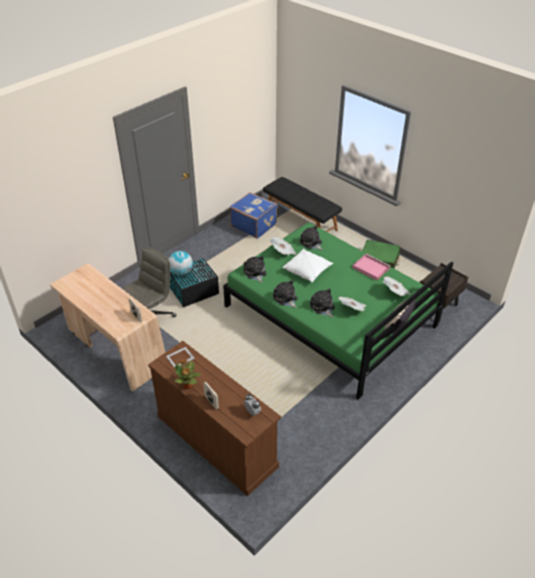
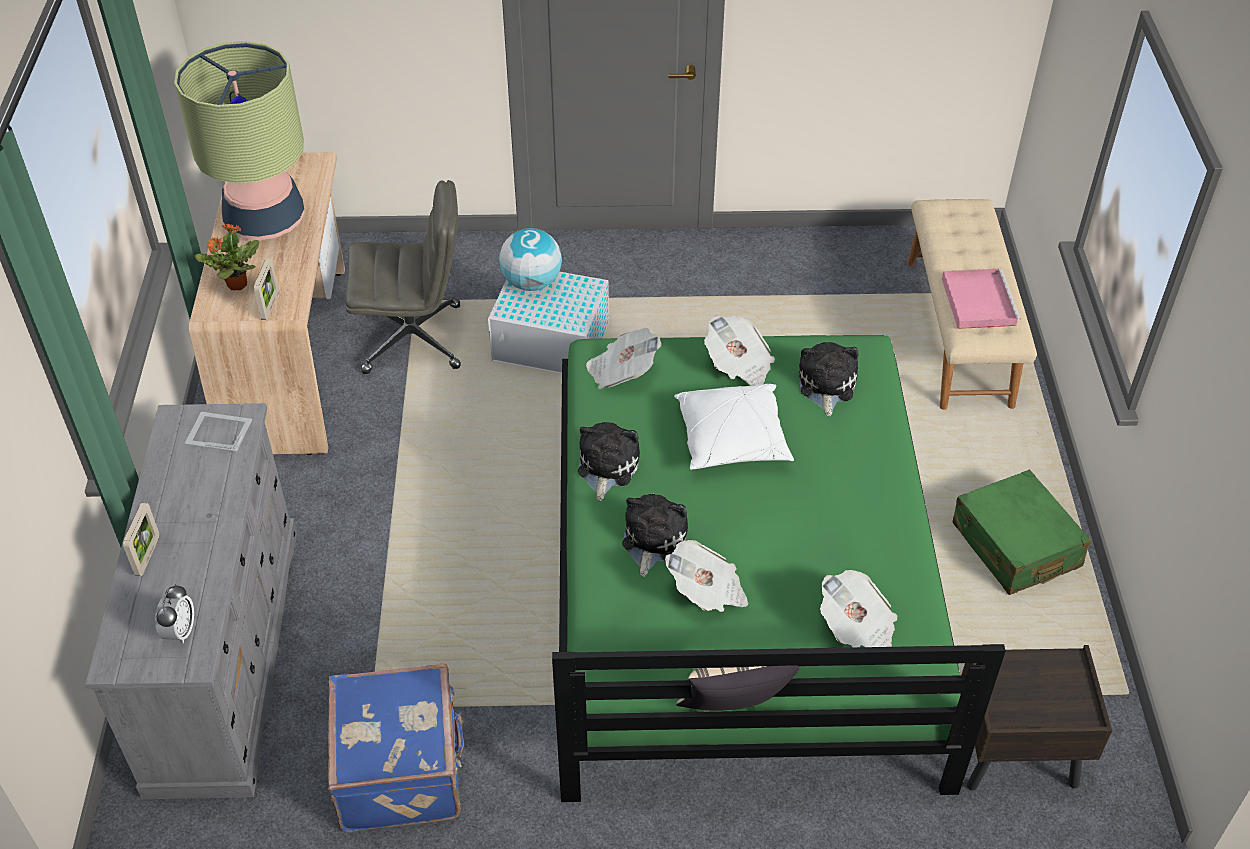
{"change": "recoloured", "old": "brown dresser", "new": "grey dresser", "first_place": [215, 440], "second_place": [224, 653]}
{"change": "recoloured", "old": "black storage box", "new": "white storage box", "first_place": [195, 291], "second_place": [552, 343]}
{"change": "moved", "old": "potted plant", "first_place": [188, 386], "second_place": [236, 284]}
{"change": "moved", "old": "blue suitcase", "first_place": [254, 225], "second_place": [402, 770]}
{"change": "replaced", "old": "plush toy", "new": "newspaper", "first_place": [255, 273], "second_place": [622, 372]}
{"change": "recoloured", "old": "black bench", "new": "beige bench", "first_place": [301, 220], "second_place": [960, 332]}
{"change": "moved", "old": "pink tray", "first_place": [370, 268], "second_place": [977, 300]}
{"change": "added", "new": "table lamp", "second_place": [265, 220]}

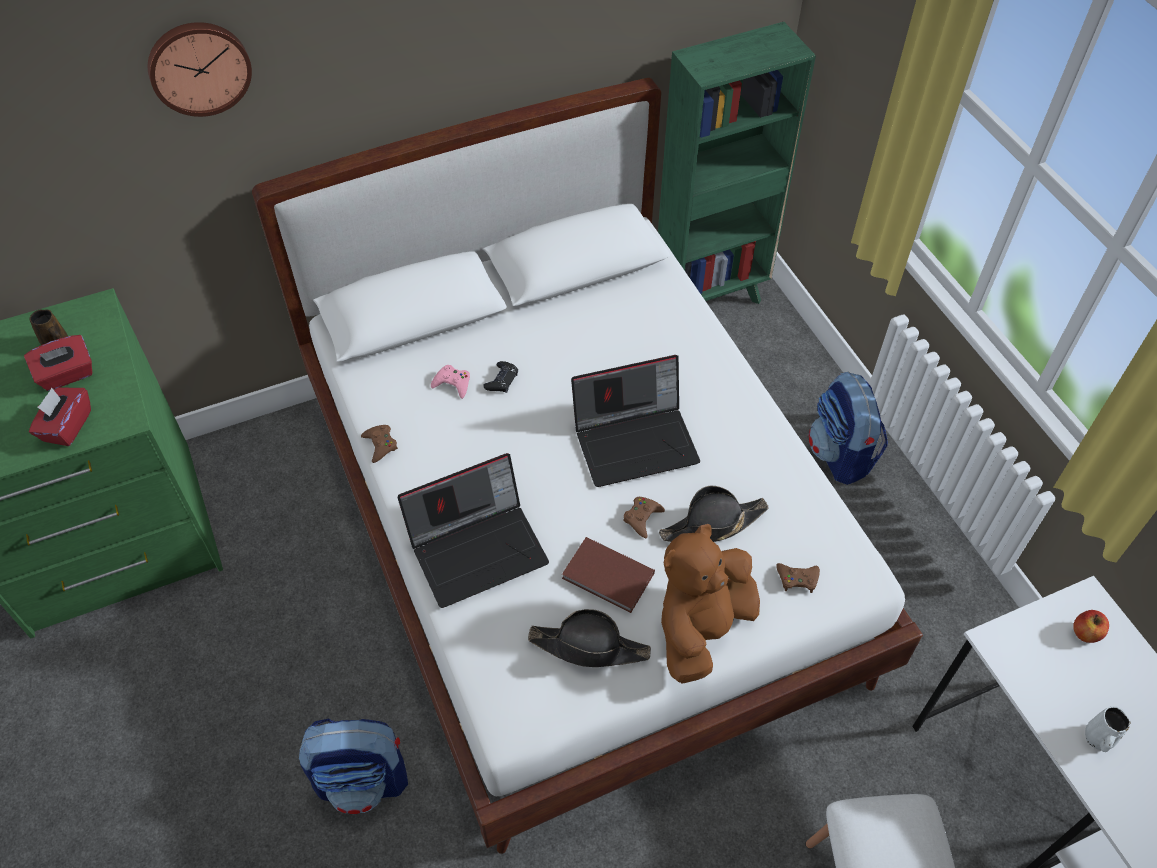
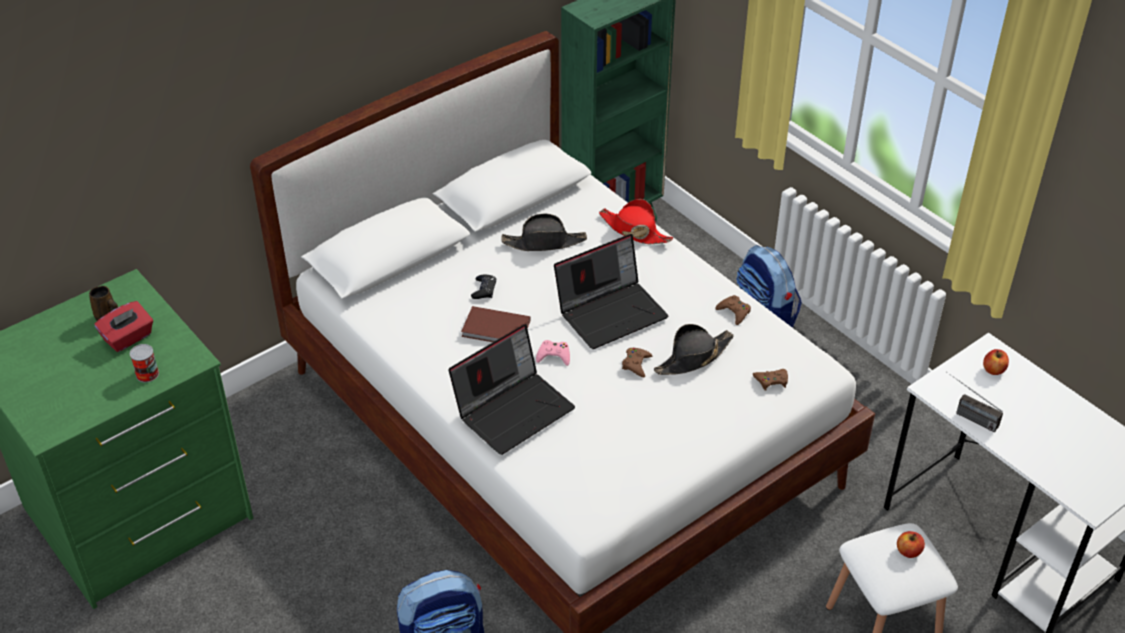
{"change": "replaced", "old": "red tissue box", "new": "can", "first_place": [67, 426], "second_place": [147, 374]}
{"change": "removed", "old": "wall clock", "first_place": [199, 67]}
{"change": "moved", "old": "brown game controller", "first_place": [380, 445], "second_place": [734, 312]}
{"change": "moved", "old": "pink game controller", "first_place": [453, 384], "second_place": [554, 355]}
{"change": "moved", "old": "black hat", "first_place": [589, 647], "second_place": [544, 242]}
{"change": "moved", "old": "brown book", "first_place": [608, 578], "second_place": [496, 329]}
{"change": "removed", "old": "brown plush toy", "first_place": [701, 628]}
{"change": "removed", "old": "white mug", "first_place": [1098, 739]}
{"change": "added", "new": "red hat", "second_place": [634, 230]}
{"change": "added", "new": "apple", "second_place": [908, 551]}
{"change": "added", "new": "radio", "second_place": [966, 415]}

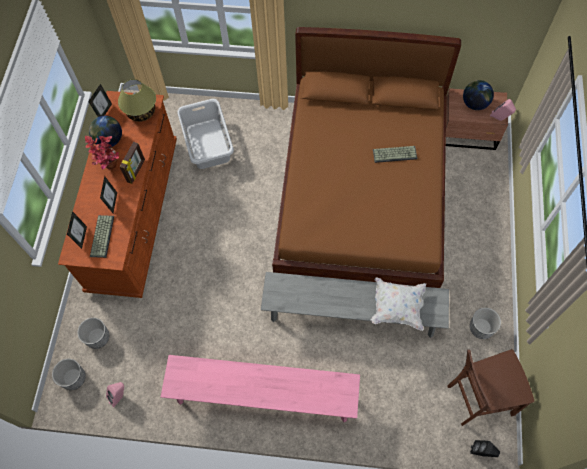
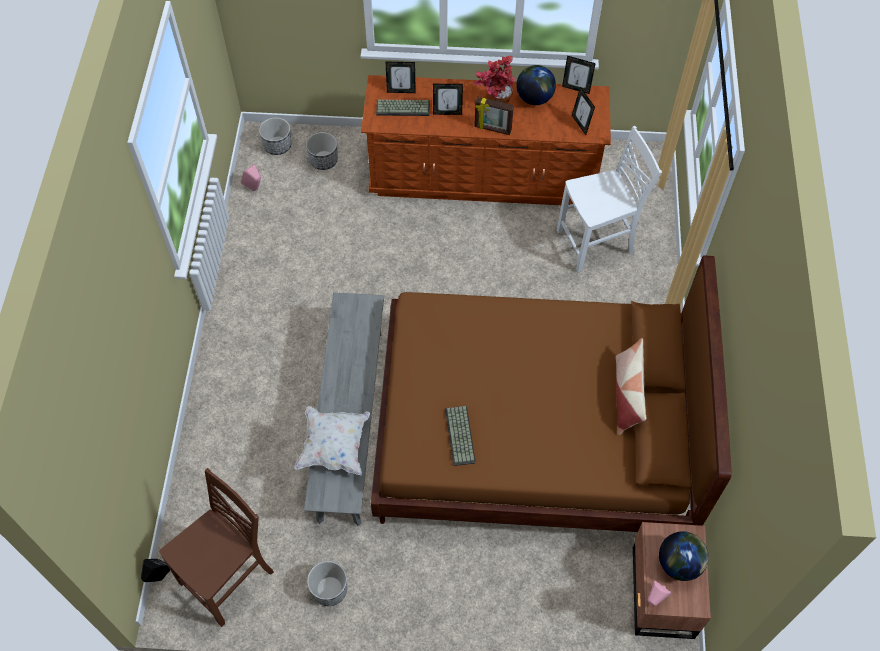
{"change": "replaced", "old": "table lamp", "new": "picture frame", "first_place": [141, 112], "second_place": [580, 124]}
{"change": "removed", "old": "pink bench", "first_place": [263, 396]}
{"change": "replaced", "old": "grey laundry basket", "new": "white chair", "first_place": [208, 143], "second_place": [597, 243]}
{"change": "moved", "old": "keyboard", "first_place": [395, 153], "second_place": [461, 436]}
{"change": "turned", "old": "brown chair", "first_place": [478, 398], "second_place": [230, 578], "degrees": 60}
{"change": "added", "new": "pillow", "second_place": [627, 395]}

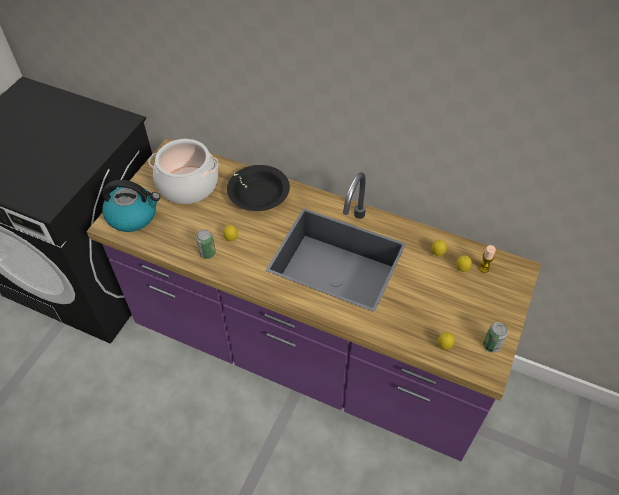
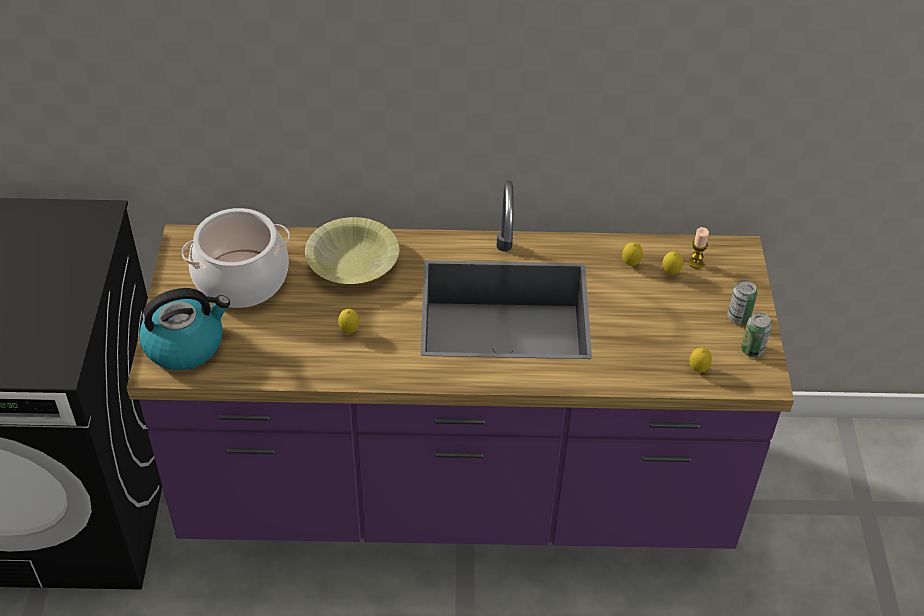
{"change": "moved", "old": "can", "first_place": [207, 253], "second_place": [738, 317]}
{"change": "recoloured", "old": "black bowl", "new": "yellow bowl", "first_place": [259, 195], "second_place": [352, 262]}

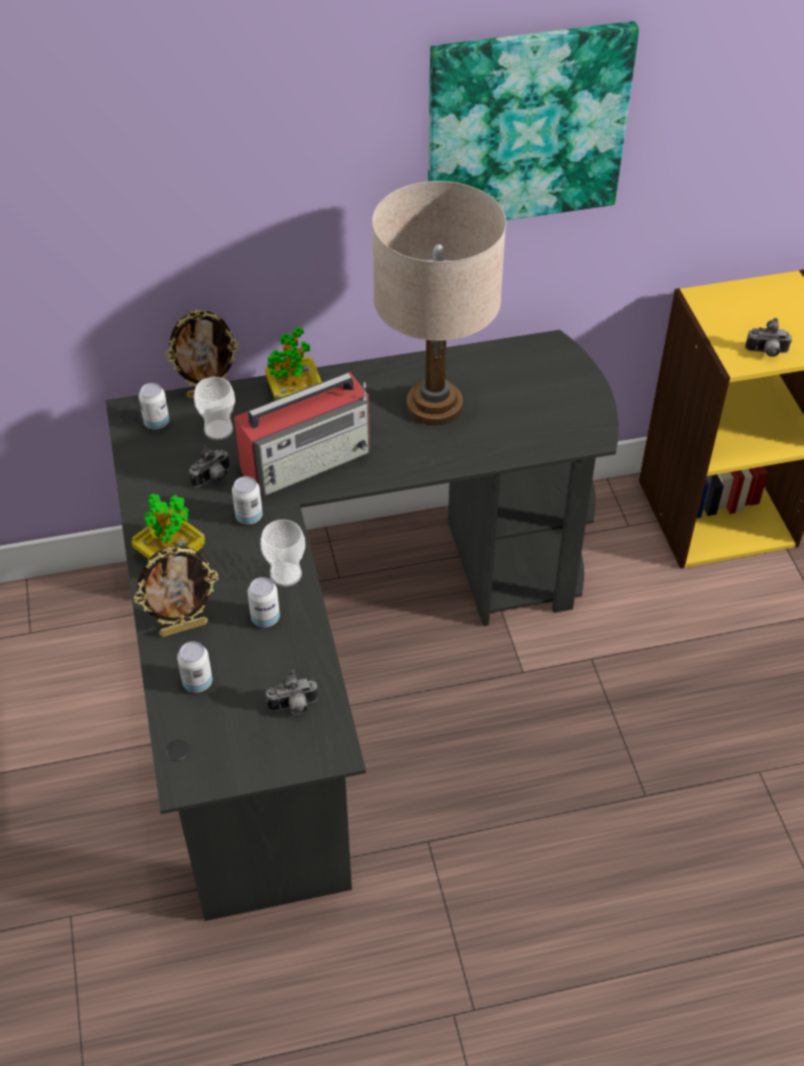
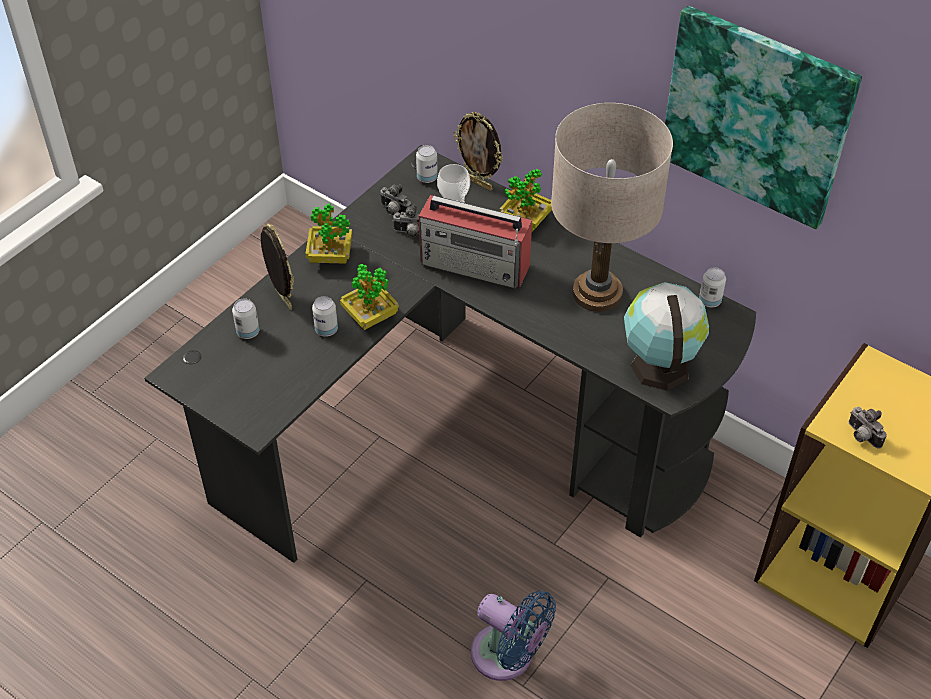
{"change": "turned", "old": "picture frame", "first_place": [183, 628], "second_place": [282, 299], "degrees": -150}
{"change": "moved", "old": "can", "first_place": [249, 516], "second_place": [709, 301]}
{"change": "replaced", "old": "cup", "new": "potted plant", "first_place": [285, 574], "second_place": [370, 316]}
{"change": "moved", "old": "photo camera", "first_place": [294, 707], "second_place": [394, 211]}
{"change": "added", "new": "blue fan", "second_place": [507, 657]}
{"change": "added", "new": "globe", "second_place": [659, 364]}

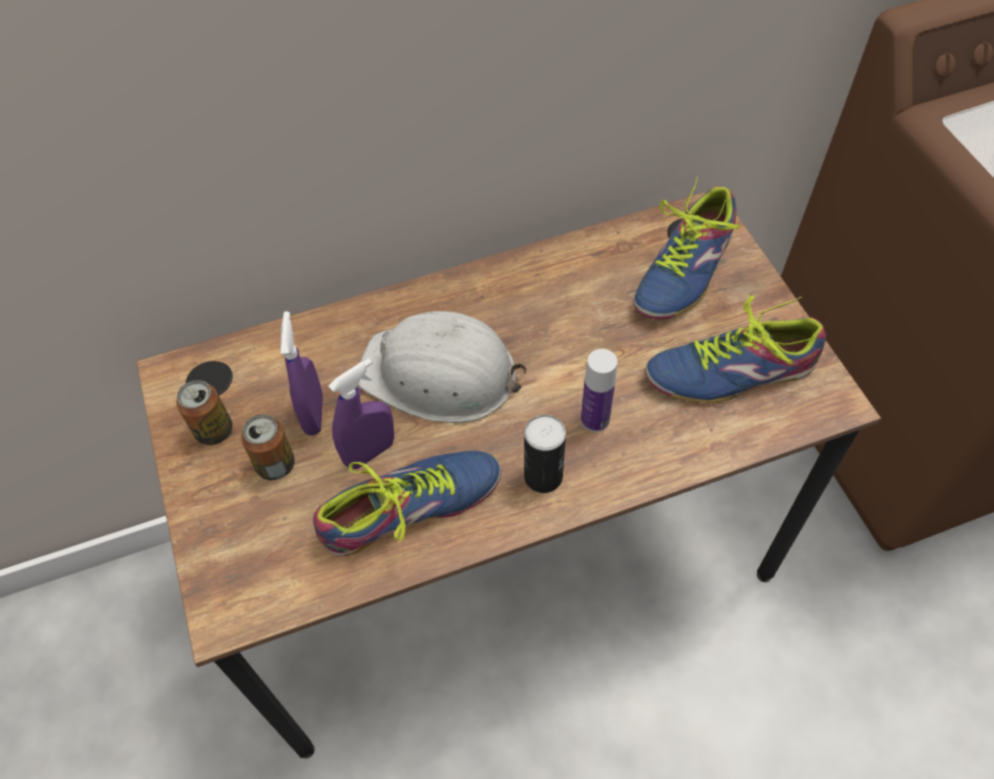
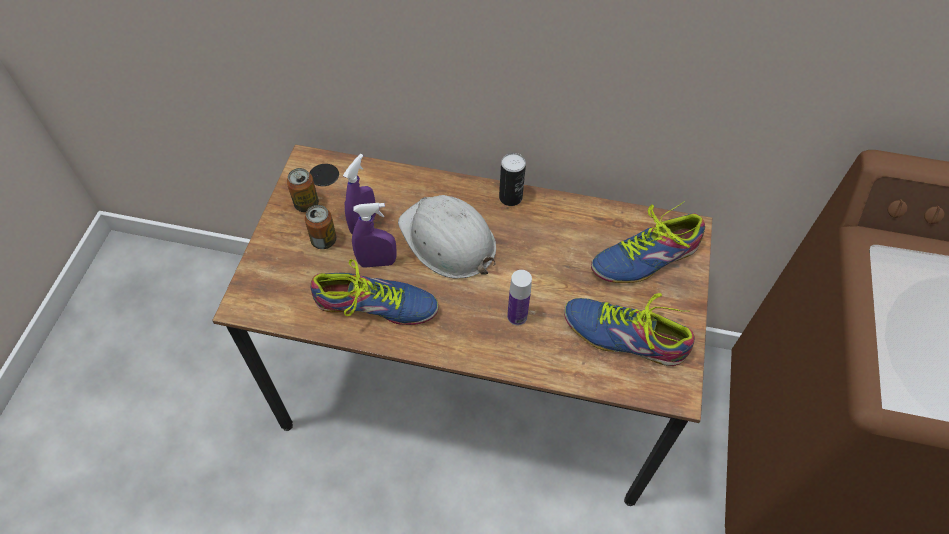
{"change": "moved", "old": "can", "first_place": [543, 476], "second_place": [510, 197]}

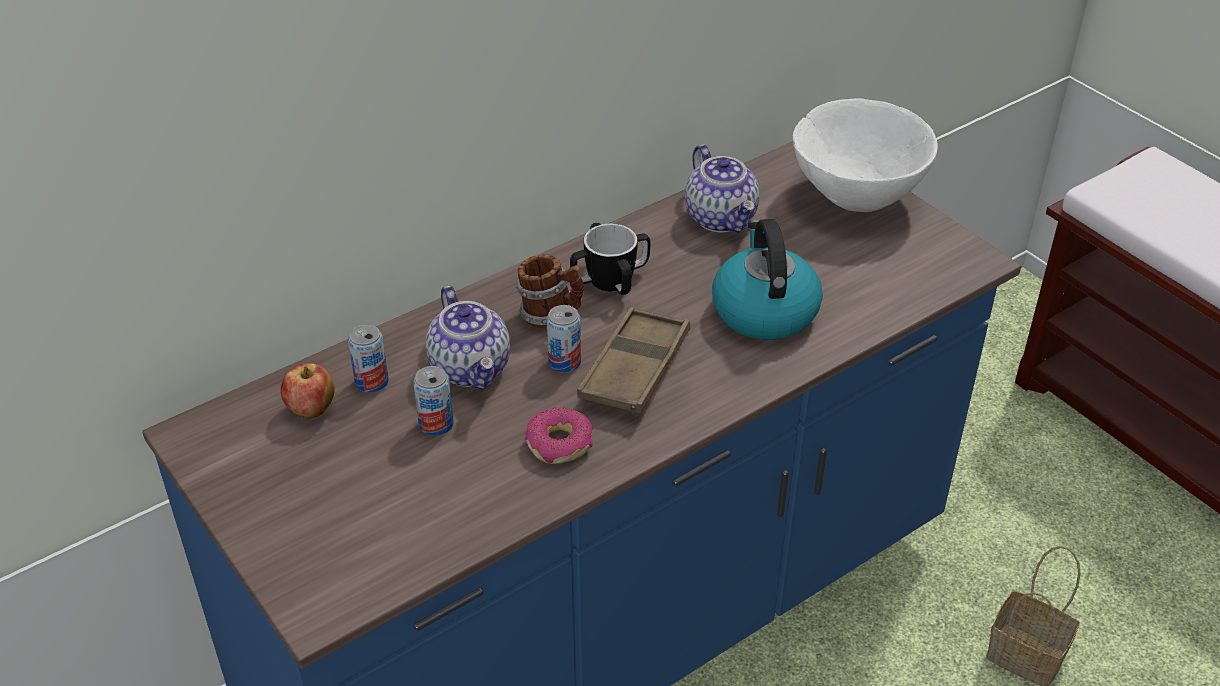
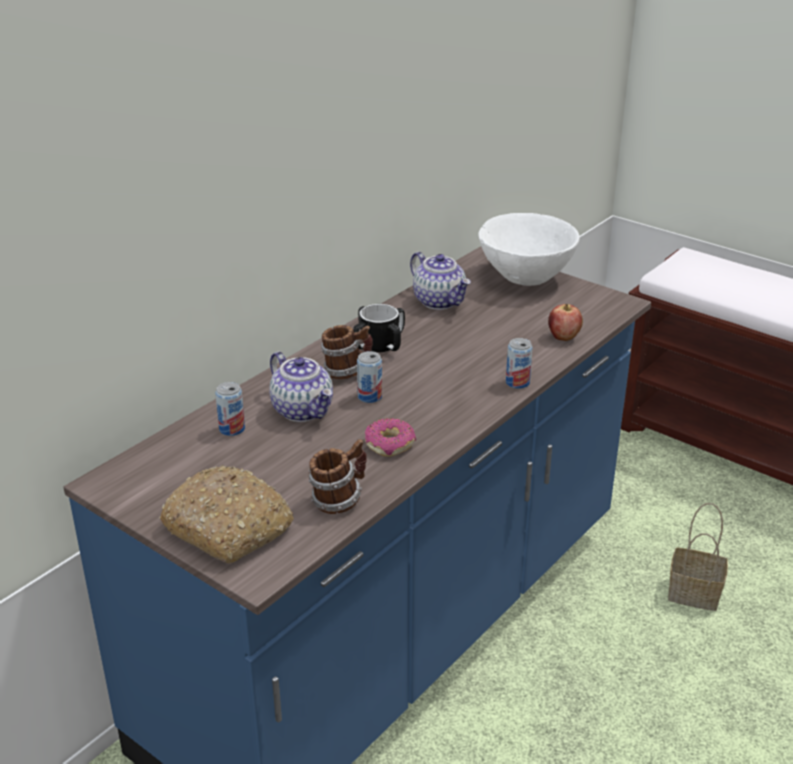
{"change": "moved", "old": "apple", "first_place": [311, 410], "second_place": [563, 337]}
{"change": "moved", "old": "can", "first_place": [436, 424], "second_place": [517, 383]}
{"change": "removed", "old": "brown tray", "first_place": [635, 368]}
{"change": "removed", "old": "kettle", "first_place": [763, 310]}
{"change": "added", "new": "bread", "second_place": [229, 527]}
{"change": "added", "new": "mug", "second_place": [338, 500]}

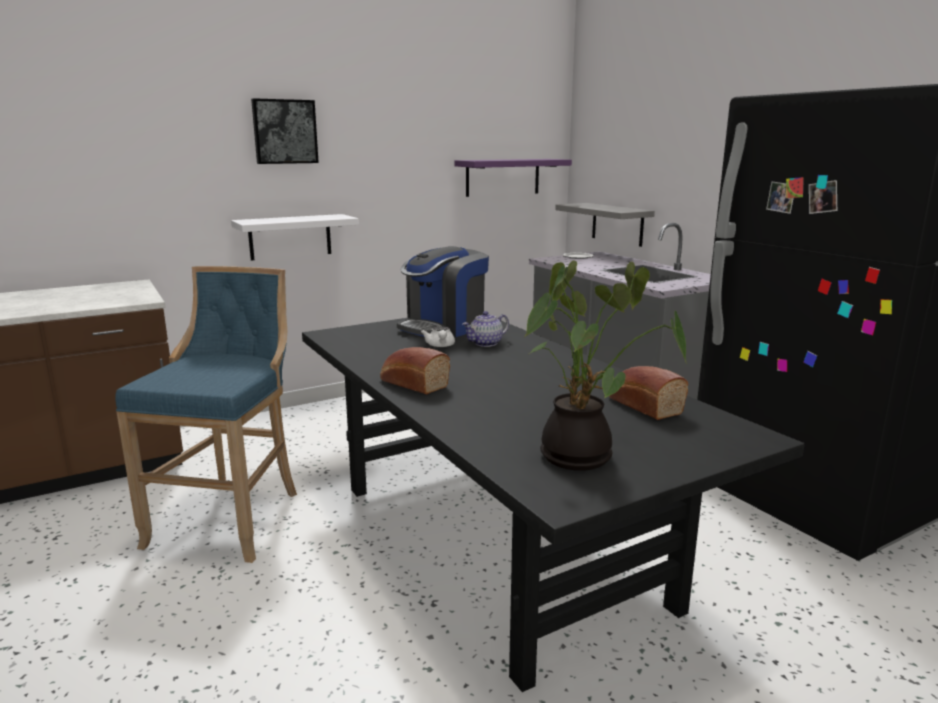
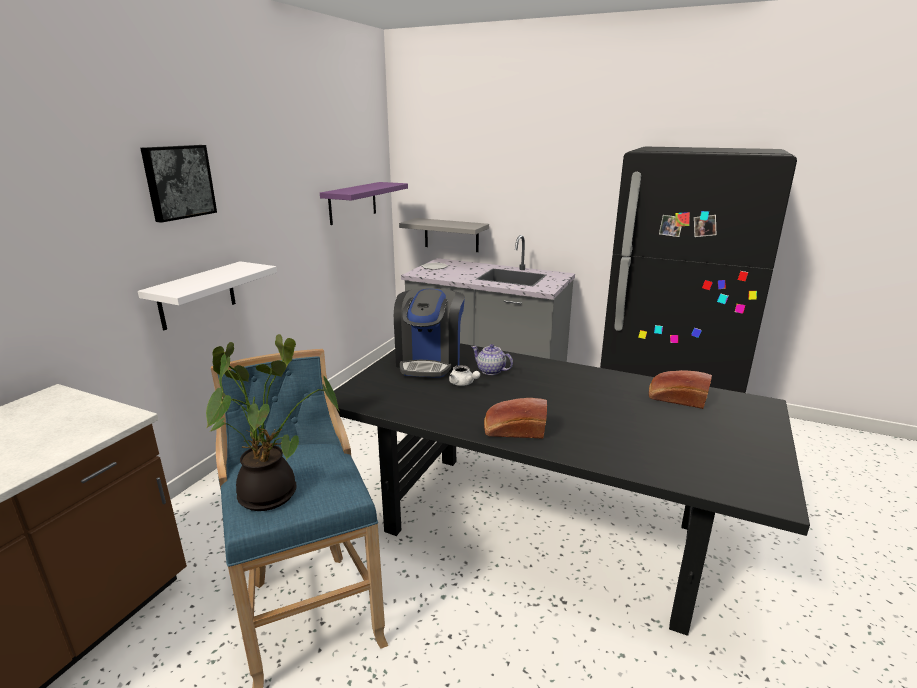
{"change": "turned", "old": "teapot", "first_place": [485, 343], "second_place": [490, 371], "degrees": 105}
{"change": "moved", "old": "potted plant", "first_place": [582, 457], "second_place": [273, 494]}

